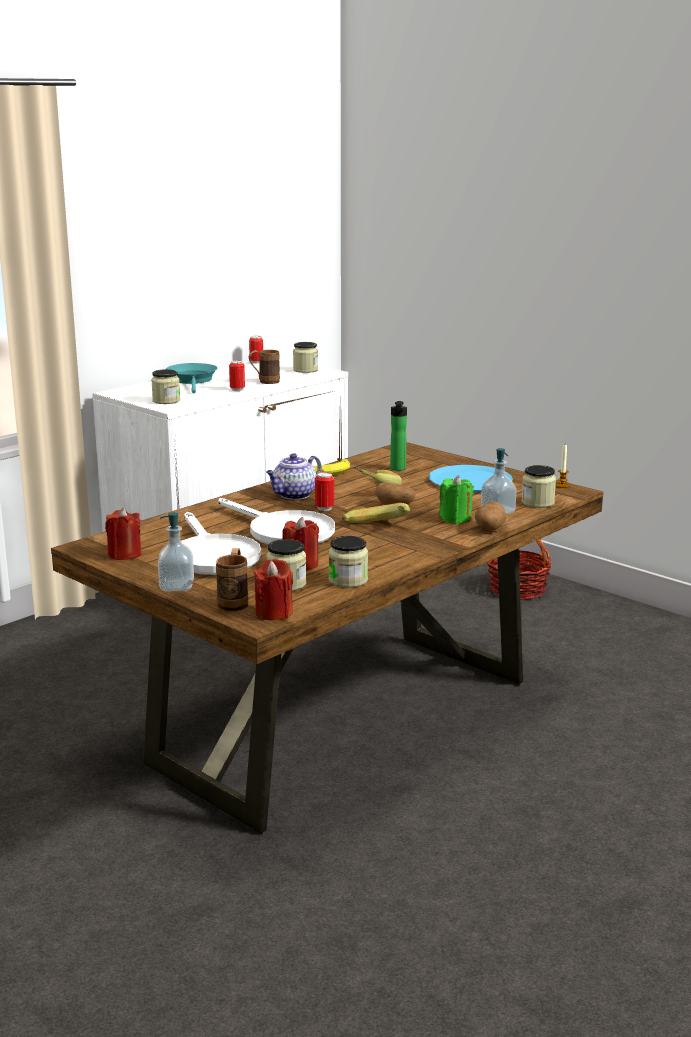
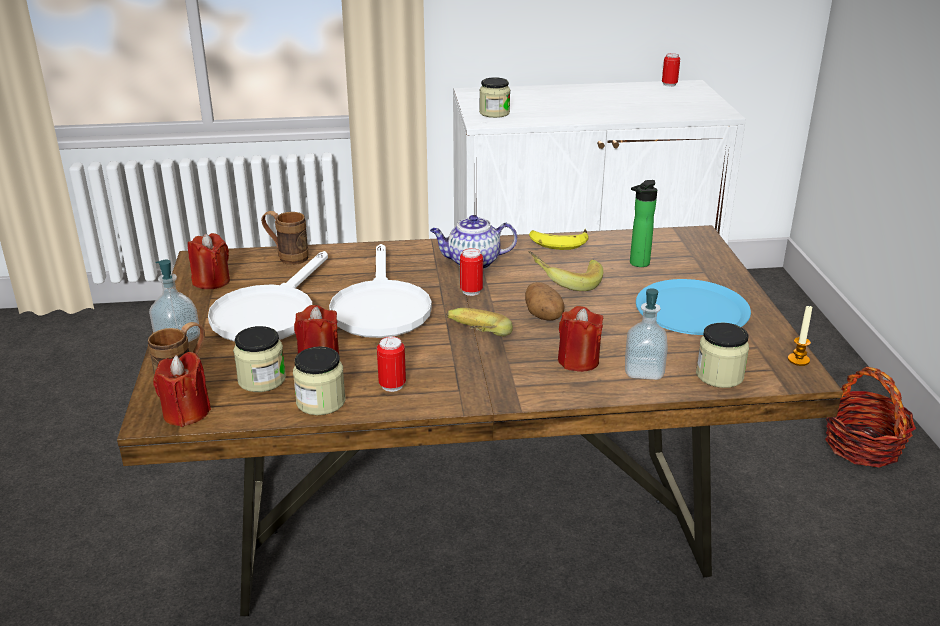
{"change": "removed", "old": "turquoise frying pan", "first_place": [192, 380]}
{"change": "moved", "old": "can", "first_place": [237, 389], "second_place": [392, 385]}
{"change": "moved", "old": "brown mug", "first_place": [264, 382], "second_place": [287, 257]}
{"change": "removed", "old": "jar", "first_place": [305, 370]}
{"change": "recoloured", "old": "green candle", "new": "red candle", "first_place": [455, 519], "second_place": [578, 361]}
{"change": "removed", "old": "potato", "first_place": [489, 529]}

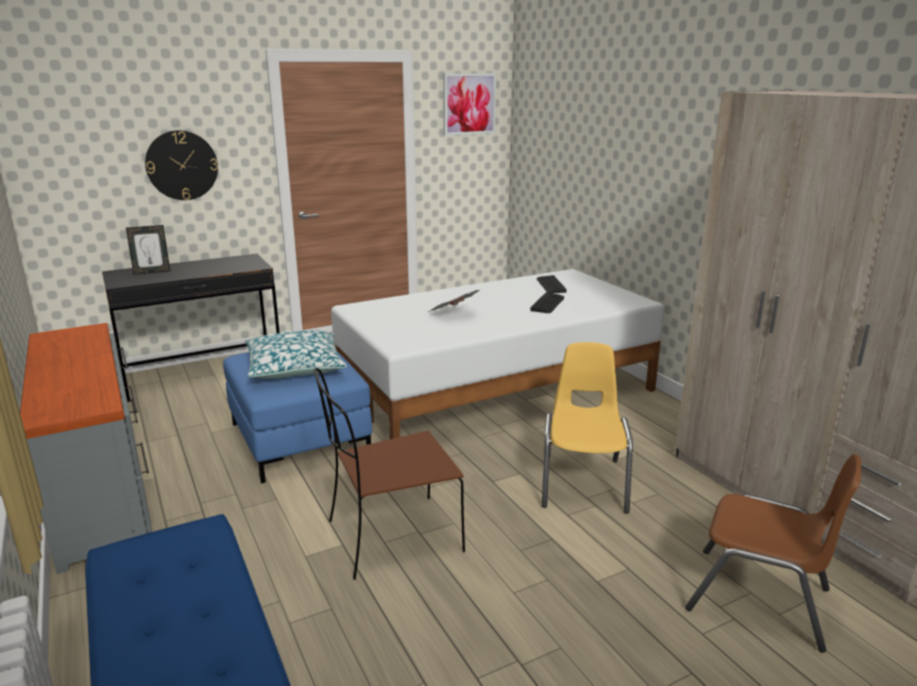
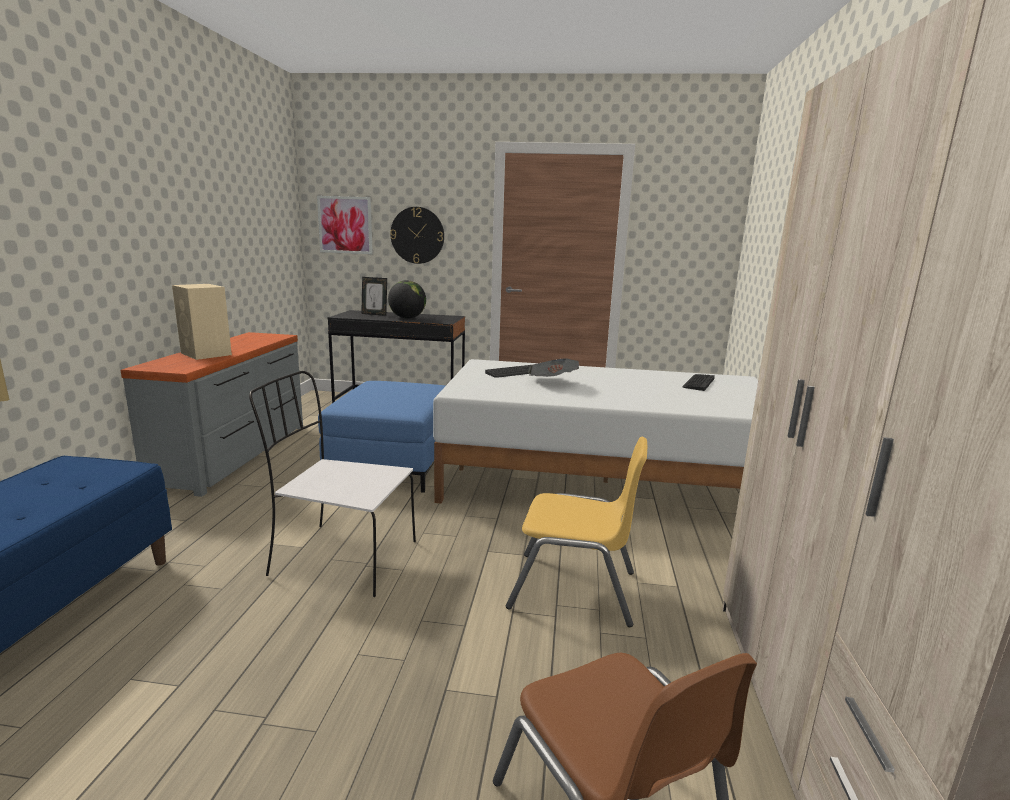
{"change": "removed", "old": "pillow", "first_place": [295, 367]}
{"change": "recoloured", "old": "brown chair", "new": "white chair", "first_place": [391, 537], "second_place": [341, 558]}
{"change": "moved", "old": "picture", "first_place": [469, 104], "second_place": [345, 225]}
{"change": "moved", "old": "keyboard", "first_place": [548, 304], "second_place": [514, 372]}
{"change": "turned", "old": "yellow chair", "first_place": [583, 482], "second_place": [574, 589], "degrees": 60}
{"change": "added", "new": "beige speaker", "second_place": [206, 354]}
{"change": "added", "new": "globe", "second_place": [407, 318]}

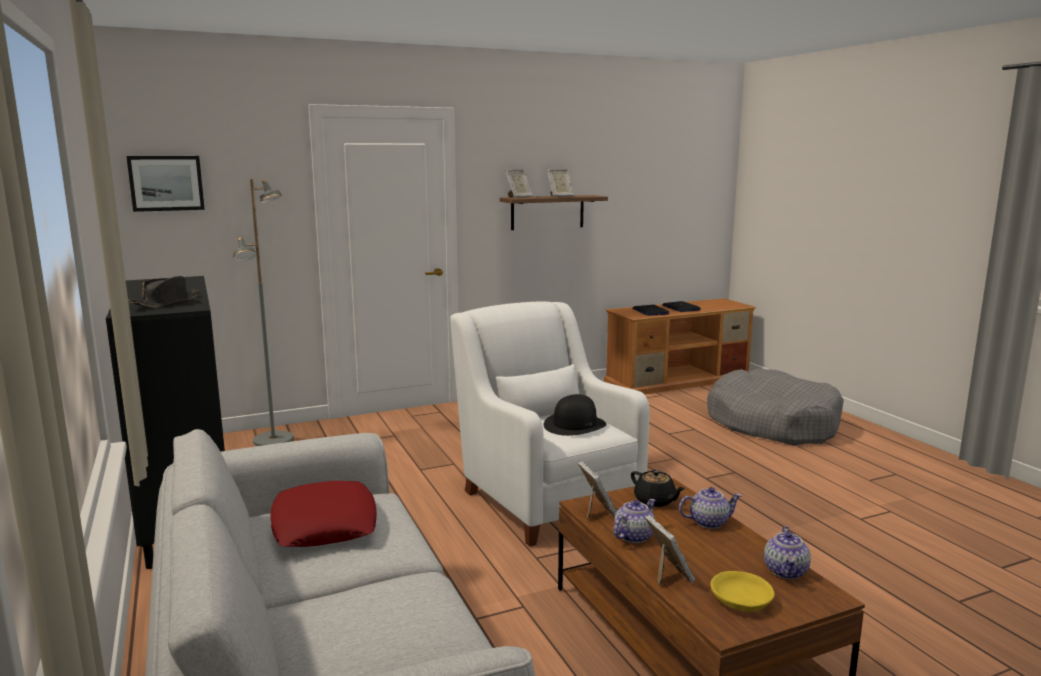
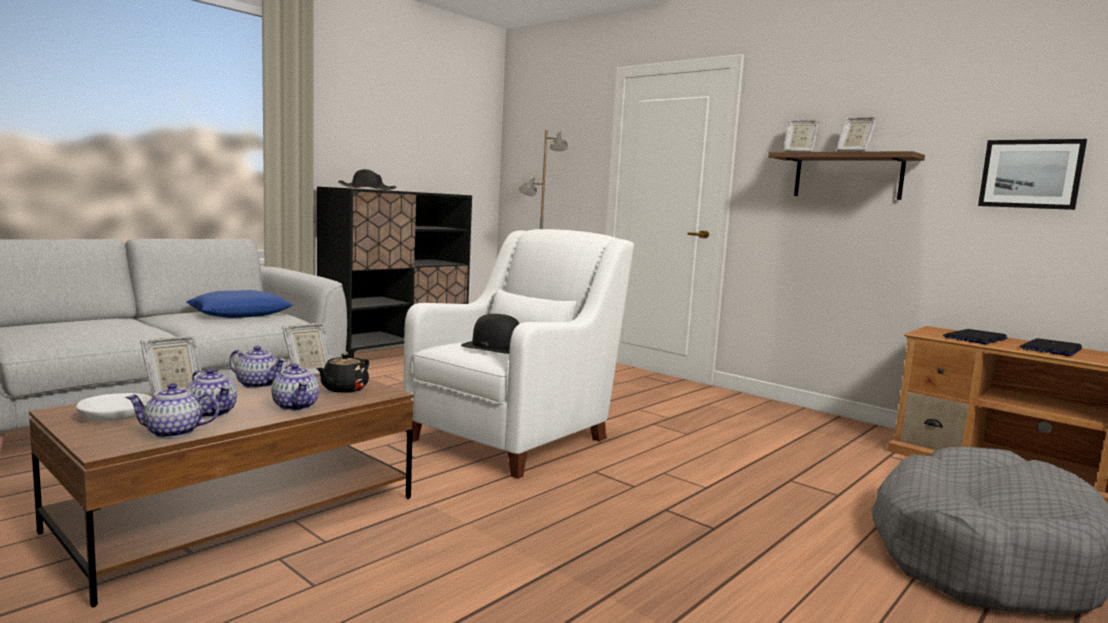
{"change": "moved", "old": "picture", "first_place": [166, 183], "second_place": [1030, 174]}
{"change": "recoloured", "old": "red pillow", "new": "blue pillow", "first_place": [324, 524], "second_place": [240, 313]}
{"change": "recoloured", "old": "yellow bowl", "new": "white bowl", "first_place": [741, 601], "second_place": [114, 416]}
{"change": "added", "new": "teapot", "second_place": [212, 413]}

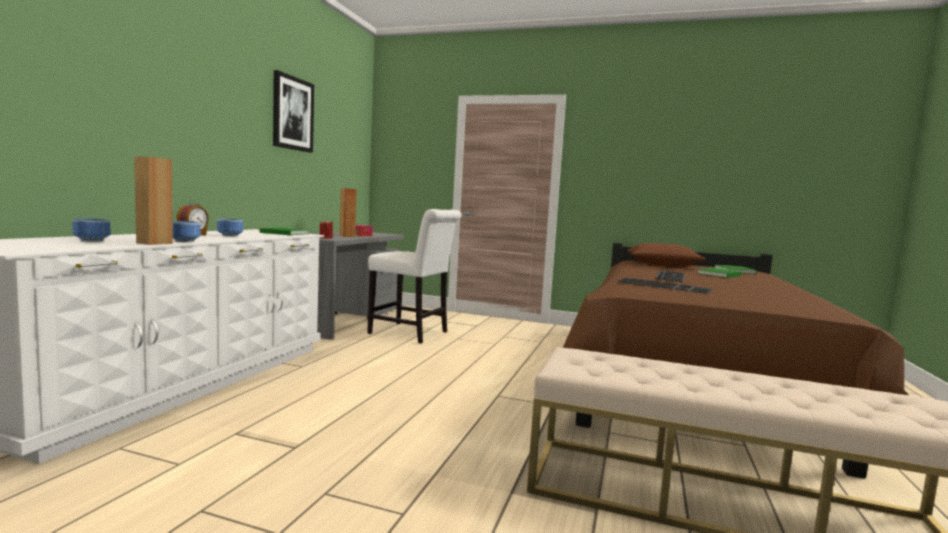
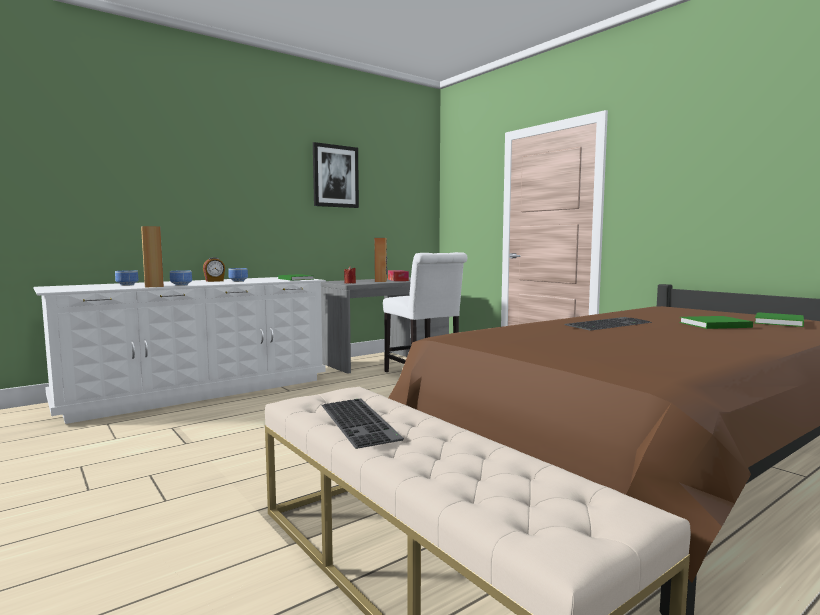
{"change": "moved", "old": "keyboard", "first_place": [664, 286], "second_place": [361, 421]}
{"change": "removed", "old": "brown pillow", "first_place": [662, 264]}

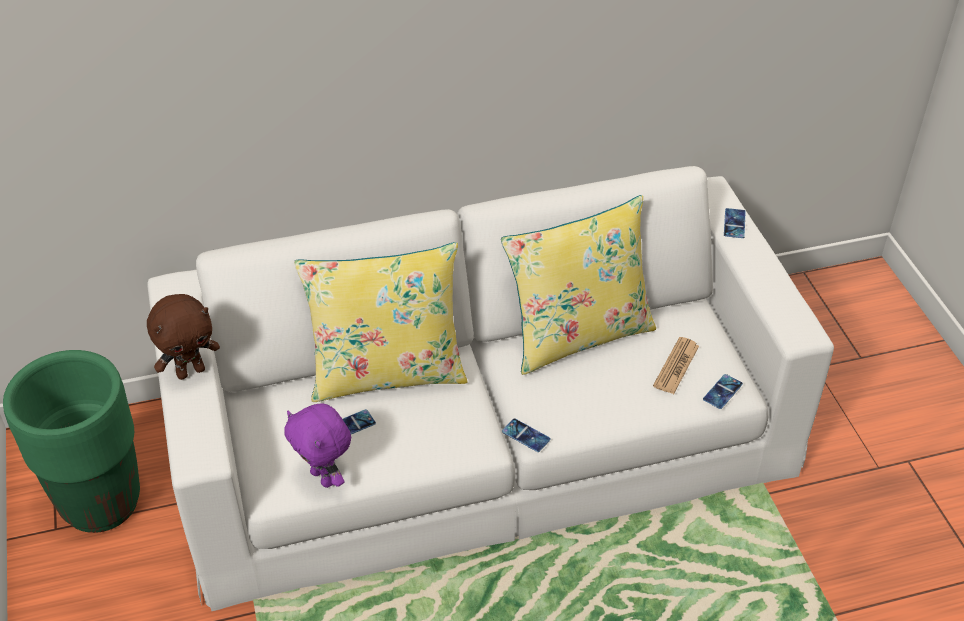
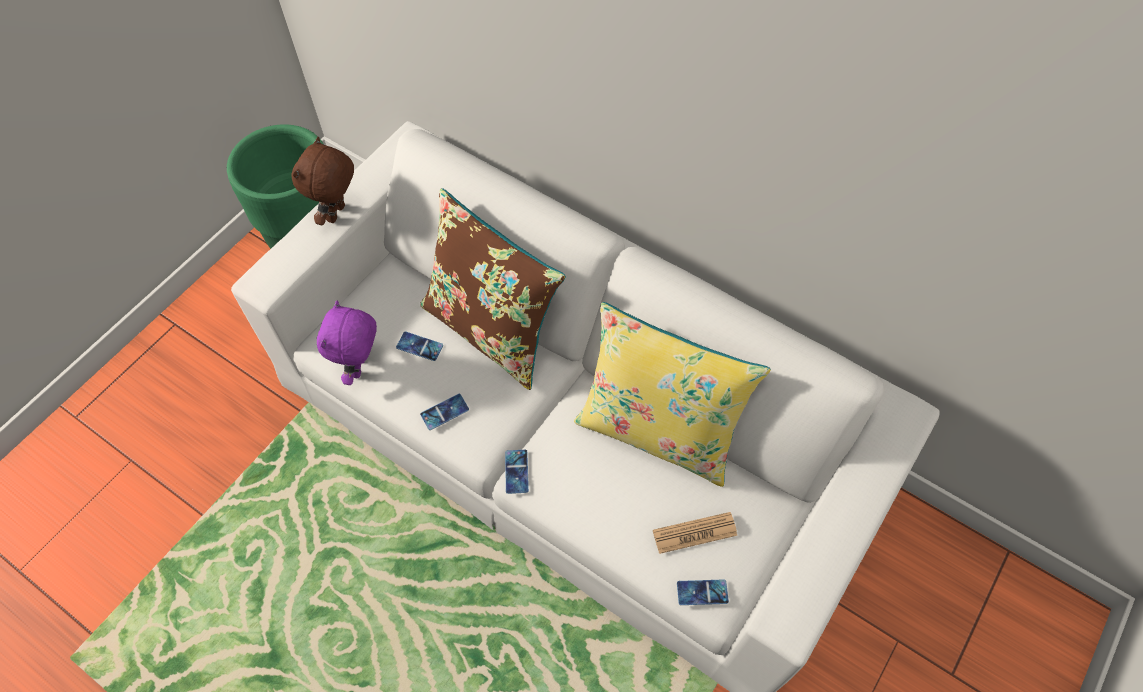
{"change": "turned", "old": "brown plush toy", "first_place": [191, 371], "second_place": [337, 214], "degrees": 90}
{"change": "recoloured", "old": "yellow pillow", "new": "brown pillow", "first_place": [387, 373], "second_place": [492, 329]}
{"change": "moved", "old": "phone", "first_place": [734, 223], "second_place": [444, 412]}

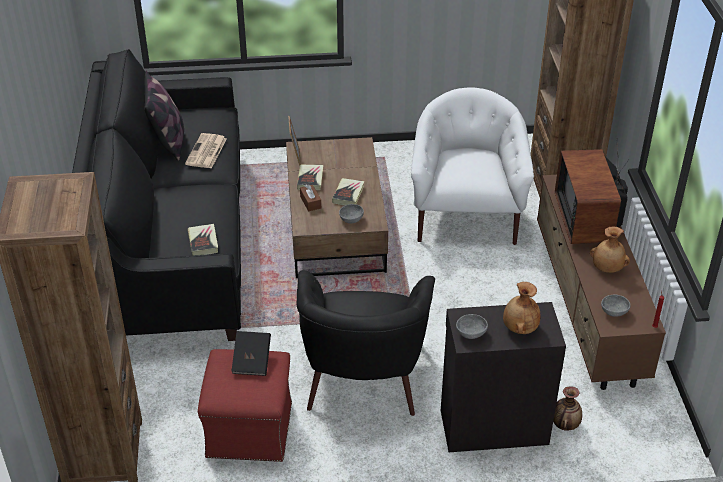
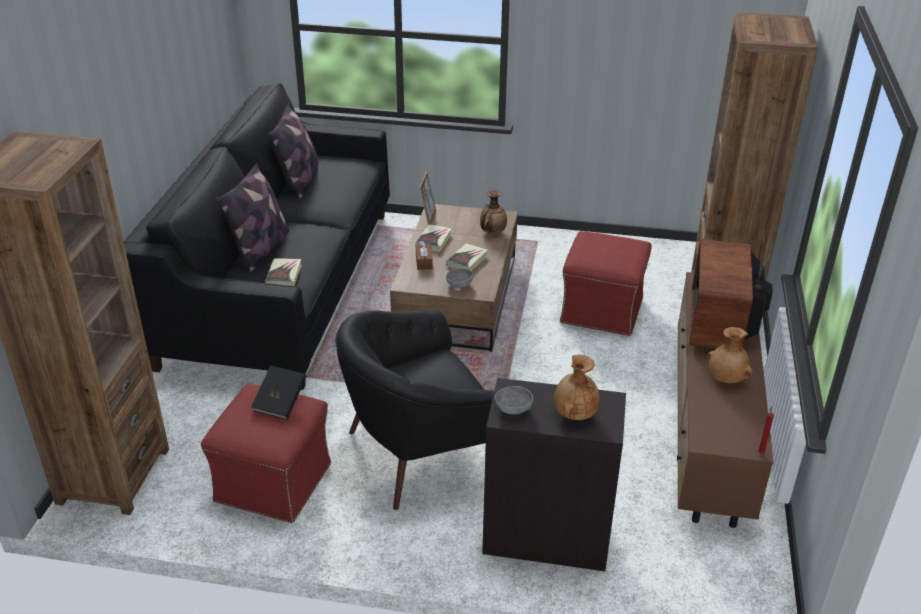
{"change": "removed", "old": "newspaper", "first_place": [206, 152]}
{"change": "turned", "old": "black armchair", "first_place": [363, 376], "second_place": [421, 452], "degrees": 45}
{"change": "replaced", "old": "white armchair", "new": "red ottoman", "first_place": [466, 215], "second_place": [602, 310]}
{"change": "moved", "old": "vase", "first_place": [565, 424], "second_place": [492, 232]}
{"change": "removed", "old": "grey bowl", "first_place": [613, 311]}
{"change": "added", "new": "pillow", "second_place": [260, 249]}

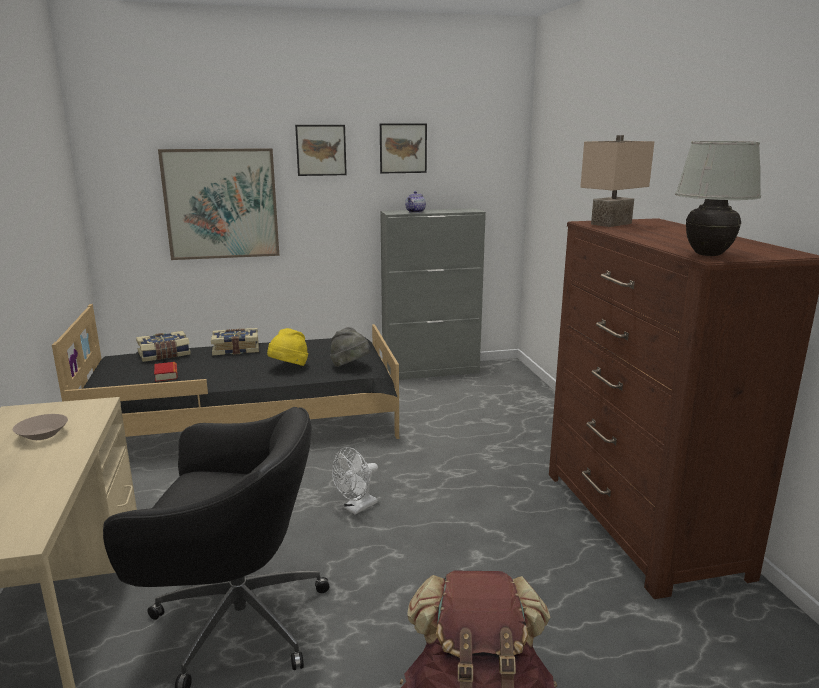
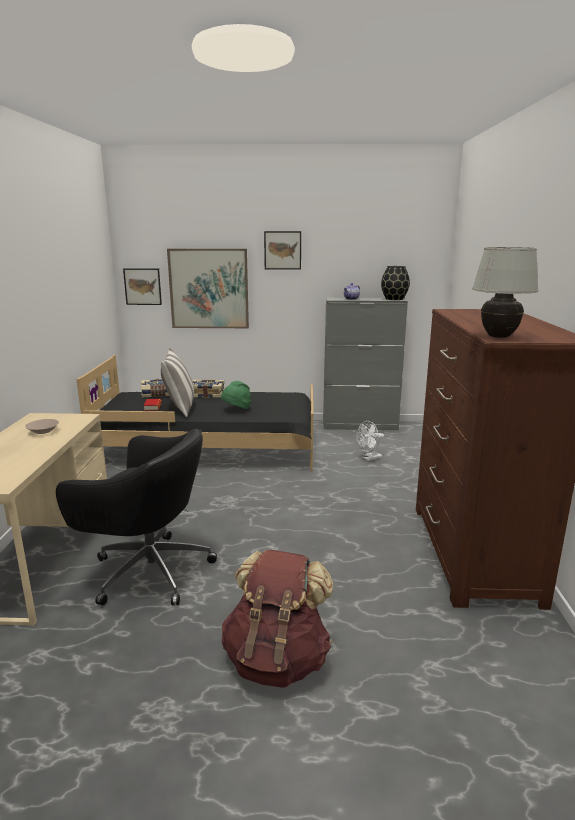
{"change": "recoloured", "old": "yellow hat", "new": "green hat", "first_place": [289, 367], "second_place": [236, 409]}
{"change": "removed", "old": "grey hat", "first_place": [350, 366]}
{"change": "moved", "old": "white fan", "first_place": [357, 508], "second_place": [369, 458]}
{"change": "moved", "old": "picture", "first_place": [403, 148], "second_place": [142, 286]}
{"change": "removed", "old": "beige table lamp", "first_place": [612, 224]}
{"change": "added", "new": "pillow", "second_place": [179, 408]}
{"change": "added", "new": "black vase", "second_place": [393, 299]}

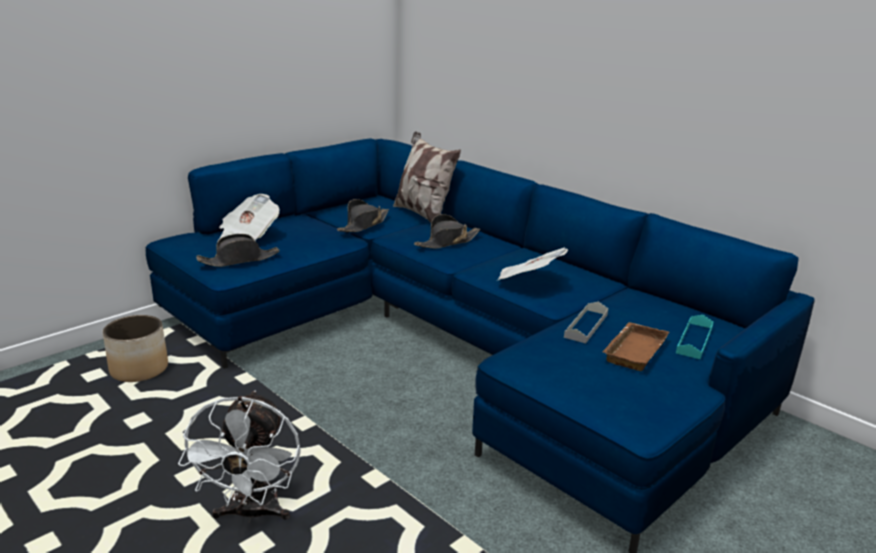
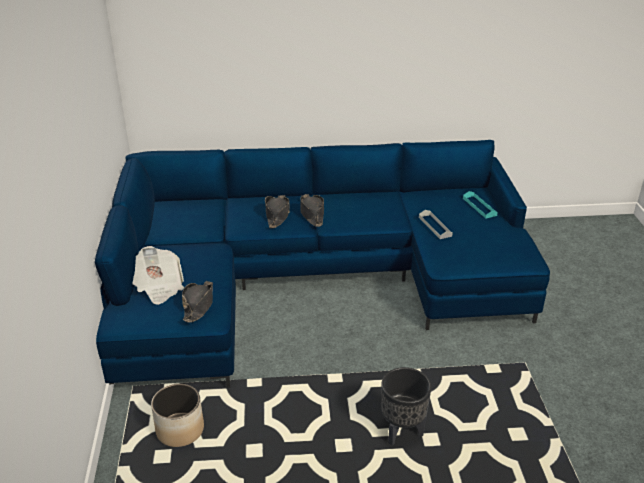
{"change": "replaced", "old": "white fan", "new": "black planter", "first_place": [252, 514], "second_place": [402, 432]}
{"change": "moved", "old": "black hat", "first_place": [363, 225], "second_place": [312, 214]}
{"change": "removed", "old": "pillow", "first_place": [423, 214]}
{"change": "removed", "old": "newspaper", "first_place": [528, 281]}
{"change": "removed", "old": "brown tray", "first_place": [633, 350]}

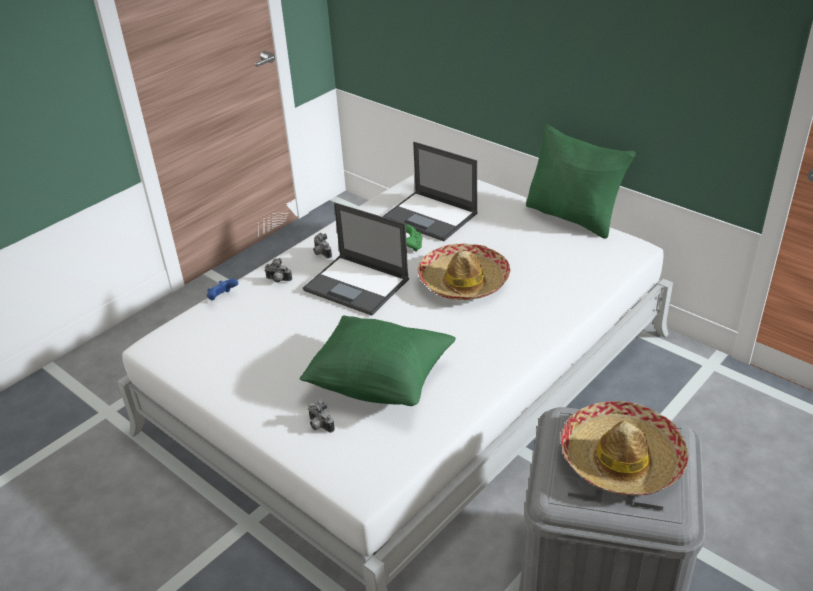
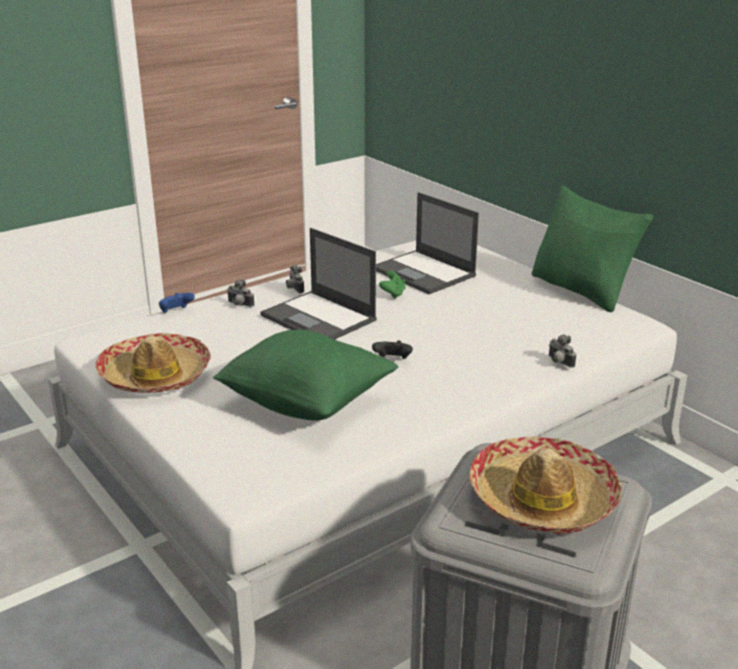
{"change": "moved", "old": "photo camera", "first_place": [319, 426], "second_place": [558, 362]}
{"change": "moved", "old": "hat", "first_place": [463, 281], "second_place": [155, 375]}
{"change": "added", "new": "black game controller", "second_place": [392, 360]}

